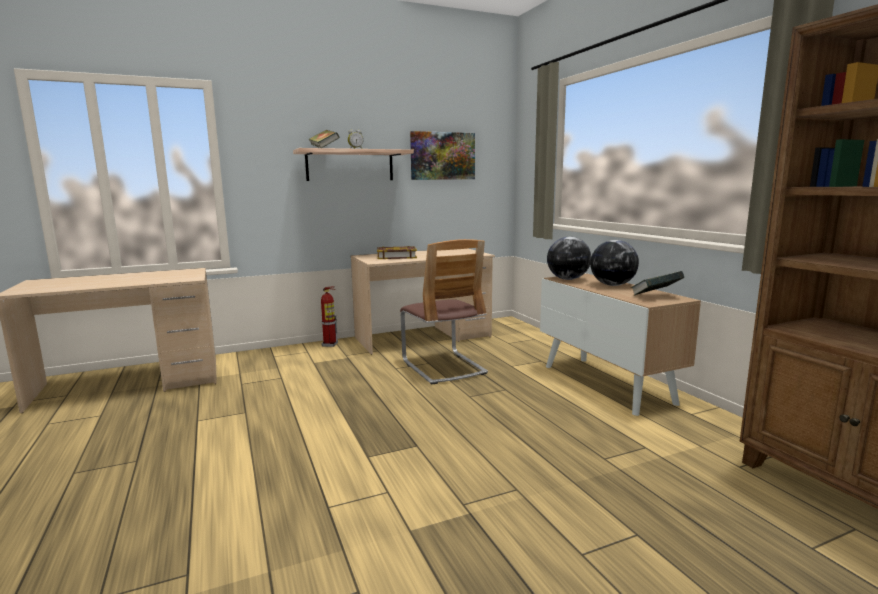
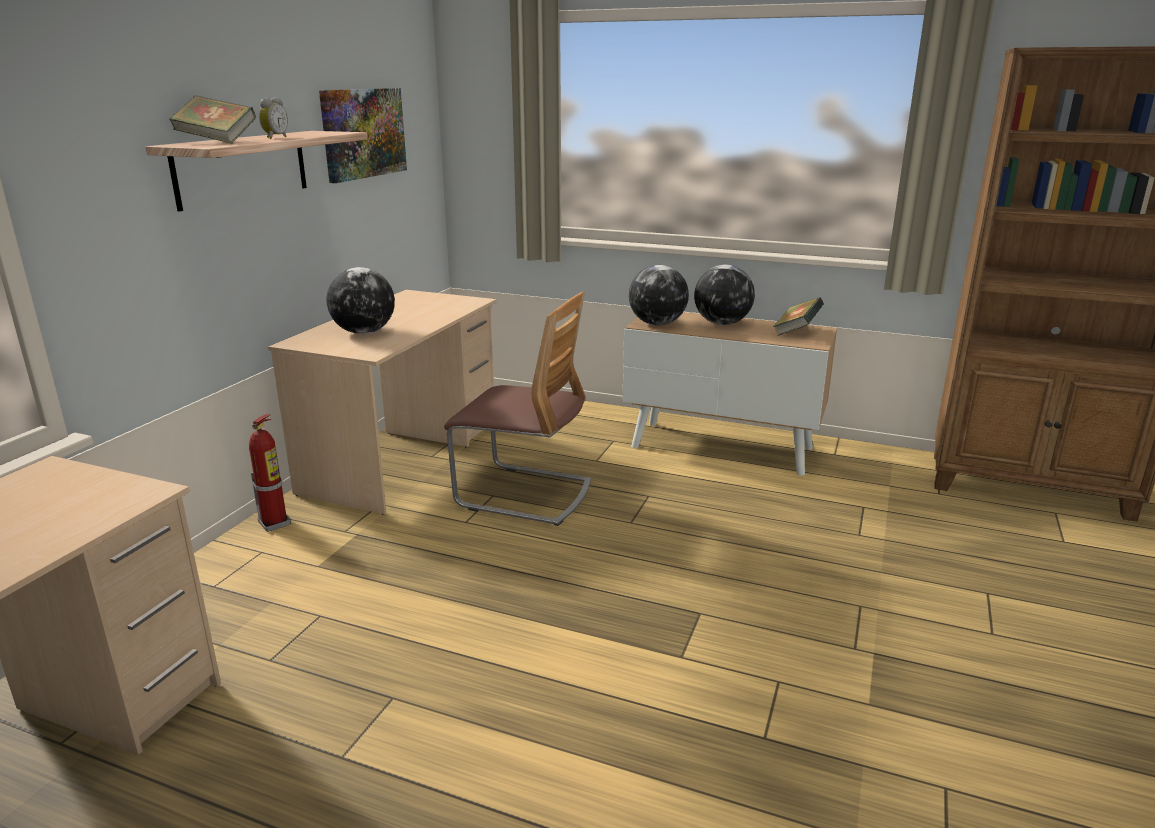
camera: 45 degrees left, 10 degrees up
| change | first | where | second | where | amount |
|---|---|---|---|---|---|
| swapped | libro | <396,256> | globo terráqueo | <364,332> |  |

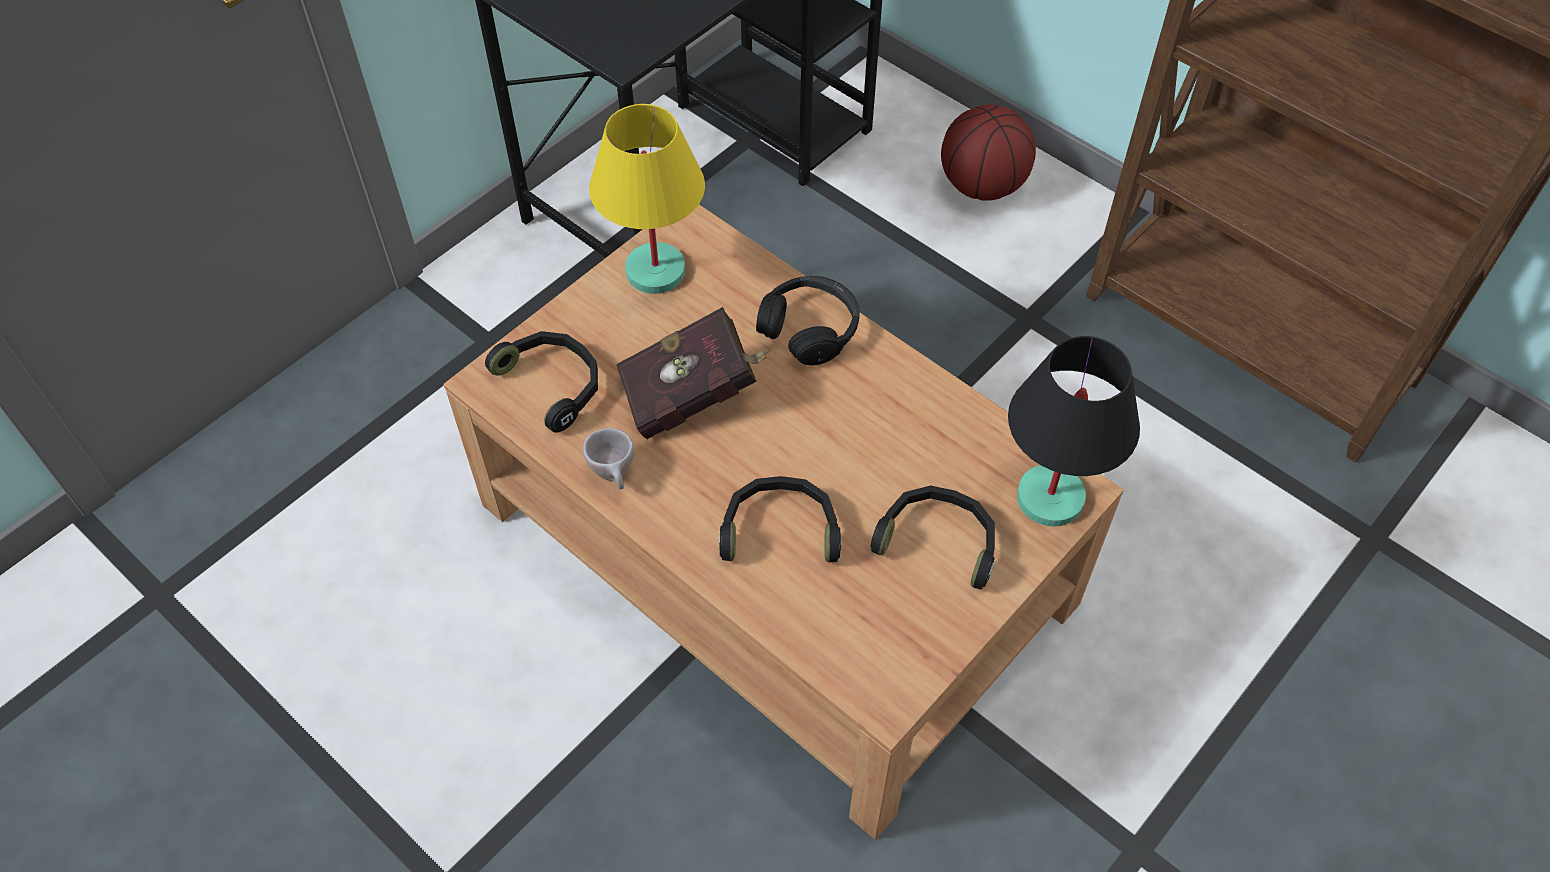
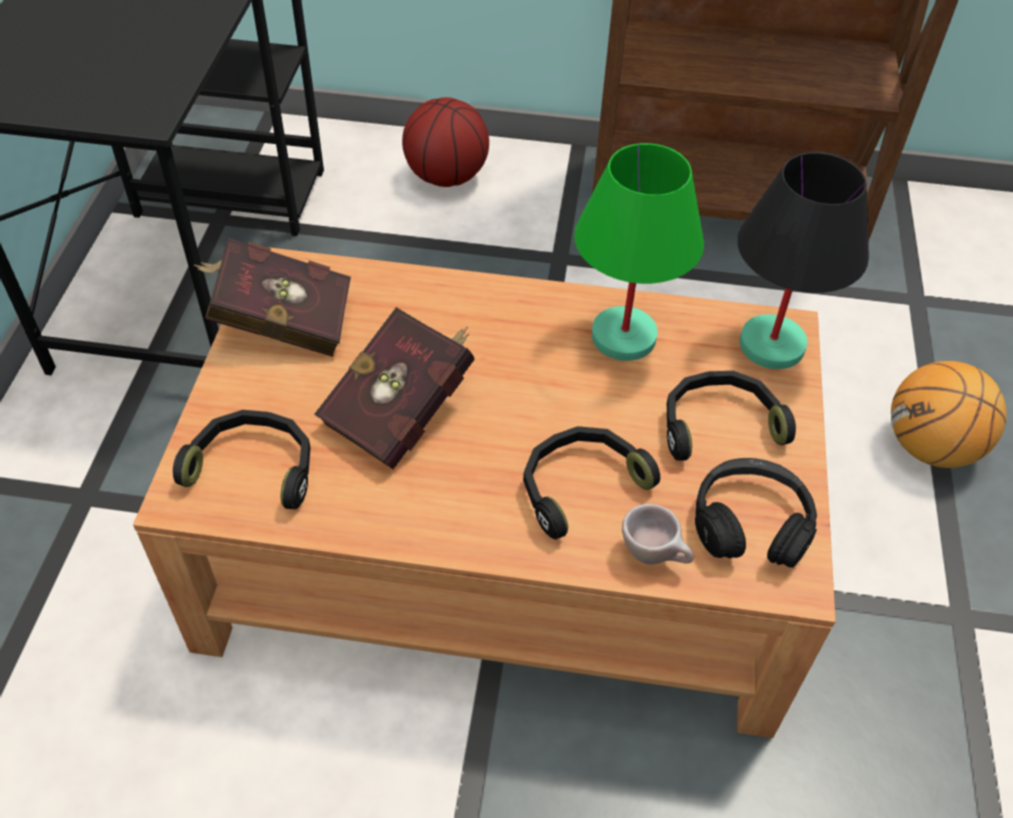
camera: 35 degrees left, 5 degrees down
| change | first | where | second | where | amount |
|---|---|---|---|---|---|
| swapped | lámpara de mesa [amarillo] | <655,272> | libro [rojo] | <279,321> |  |
| new |  |  | lámpara de mesa [verde] | <622,337> |  |
| shifted | taza [beis] | <615,475> |  | <655,555> |  |
| shifted | auriculares [negro] | <810,329> |  | <750,523> |  |
| new |  |  | balón de baloncesto | <930,447> |  |

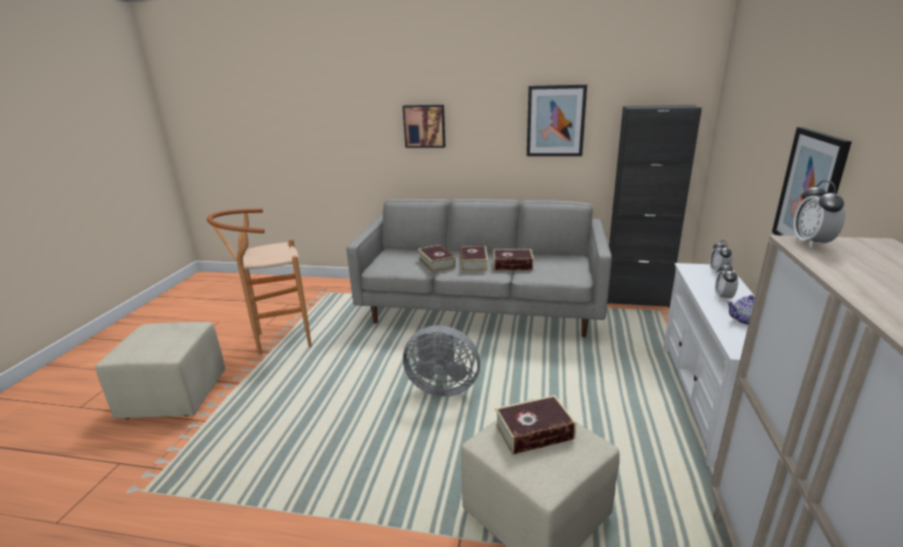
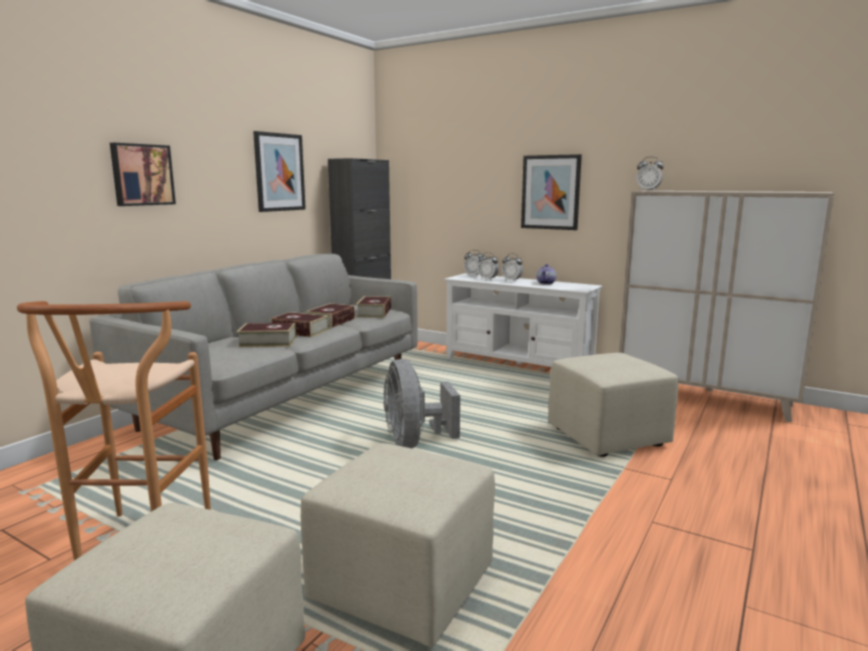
camera: 70 degrees left, 10 degrees down
| change | first | where | second | where | amount |
|---|---|---|---|---|---|
| new |  |  | puf [beis] | <400,586> |  |
| shifted | libro | <534,432> |  | <374,312> |  |
| rotated | ventilador [gris] | <441,387> |  | <414,442> | 135 degrees clockwise |
| new |  |  | despertador | <488,279> |  |

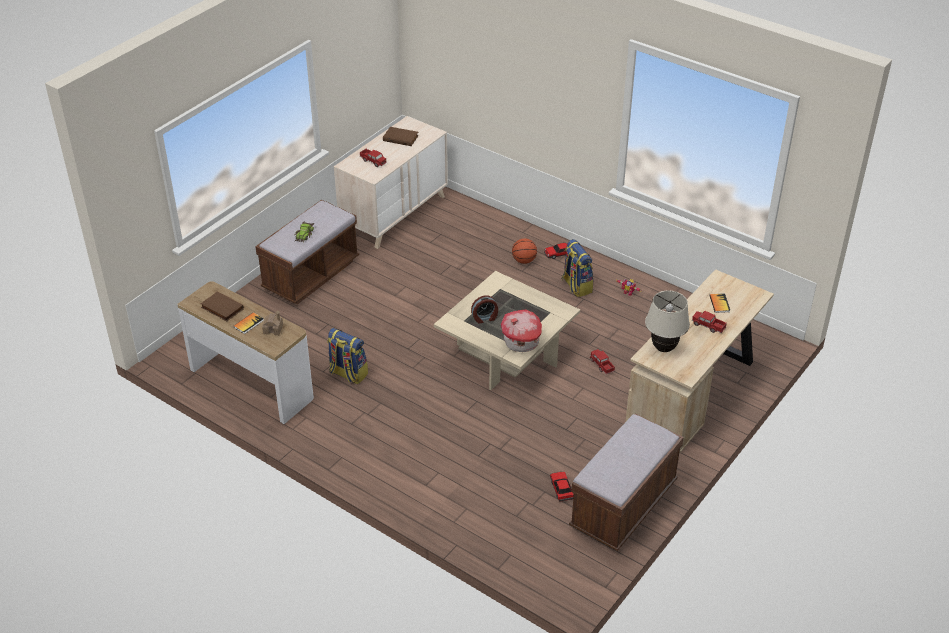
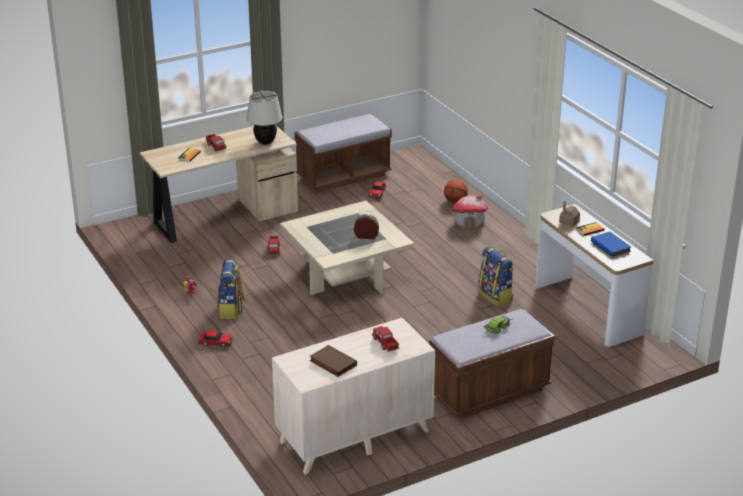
camera: 155 degrees left, 10 degrees down
| change | first | where | second | where | amount |
|---|---|---|---|---|---|
| shifted | balón de baloncesto | <524,261> |  | <455,201> |  |
| shifted | casita | <521,343> |  | <469,222> |  |
| repainted | libro [marrón] | <221,308> | libro [azul] | <611,246> |  |

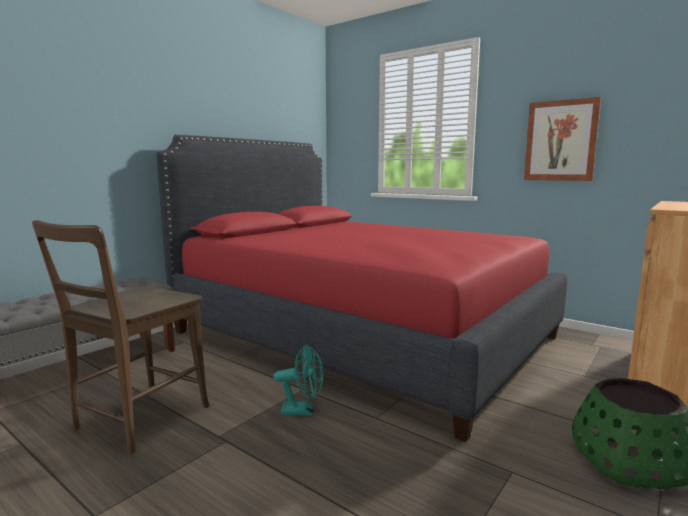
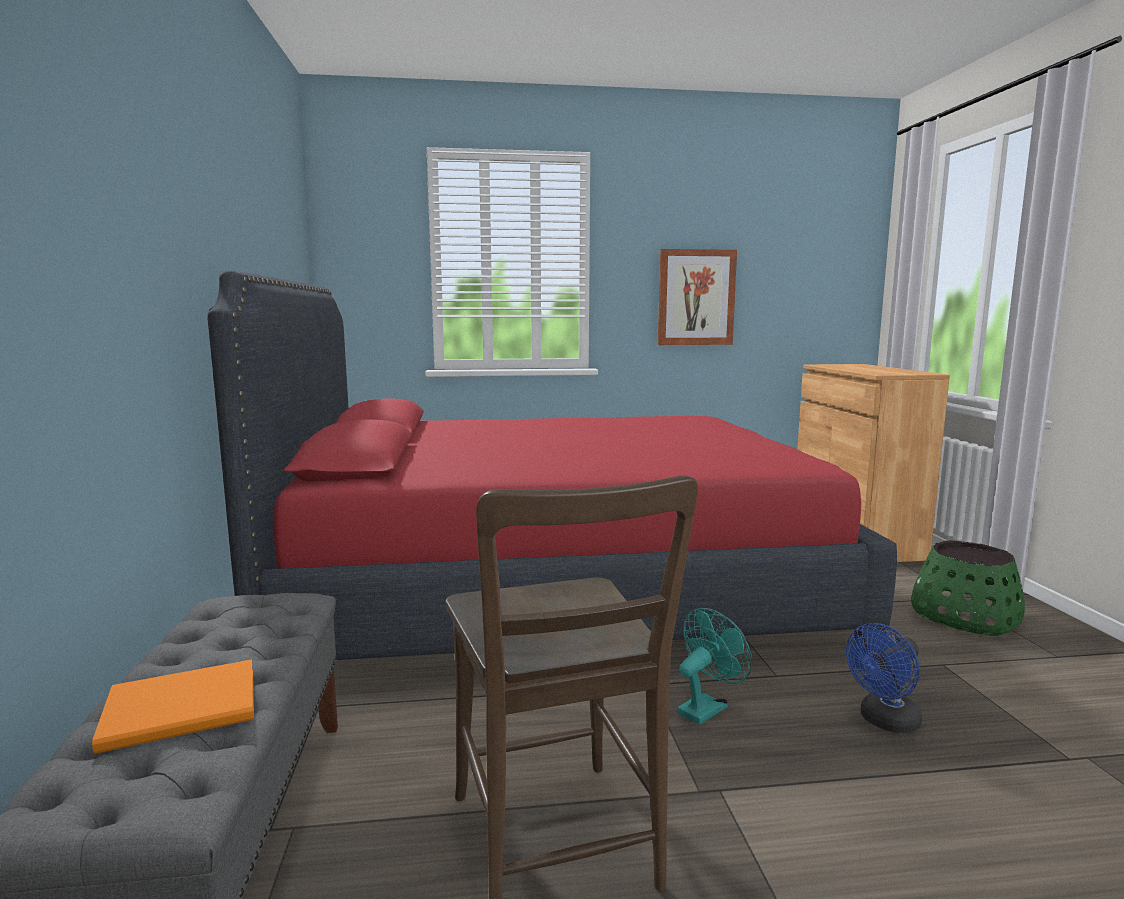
camera: 45 degrees left, 0 degrees up
| change | first | where | second | where | amount |
|---|---|---|---|---|---|
| new |  |  | libro [naranja] | <186,709> |  |
| new |  |  | ventilador [azul] | <885,722> |  |

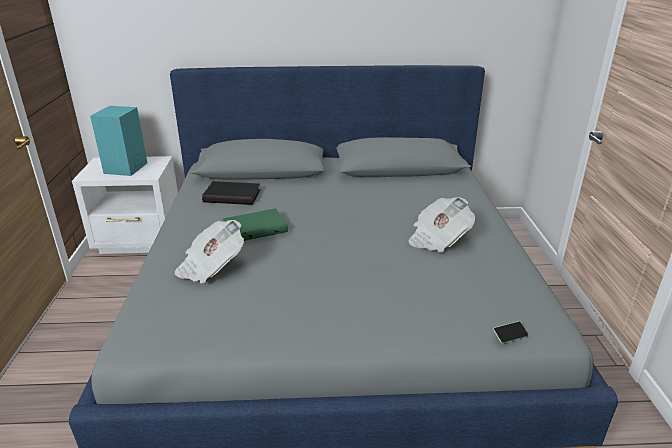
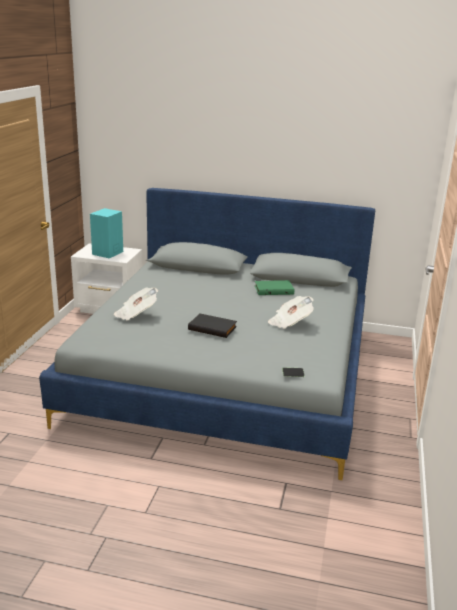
camera: 15 degrees right, 5 degrees down
| change | first | where | second | where | amount |
|---|---|---|---|---|---|
| shifted | libro [negro] | <233,195> |  | <213,328> |  |
| shifted | libro [verde] | <255,228> |  | <274,290> |  |

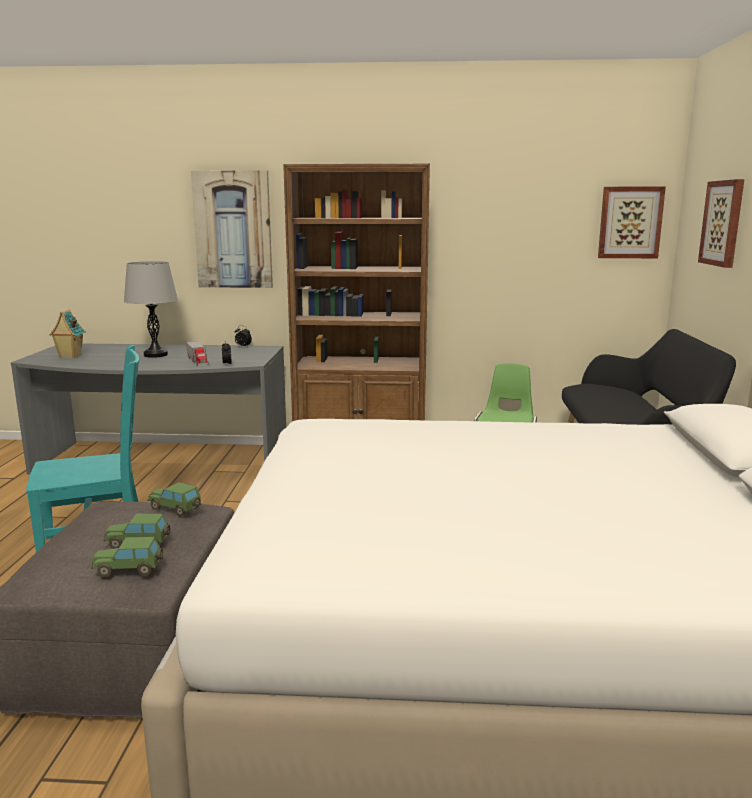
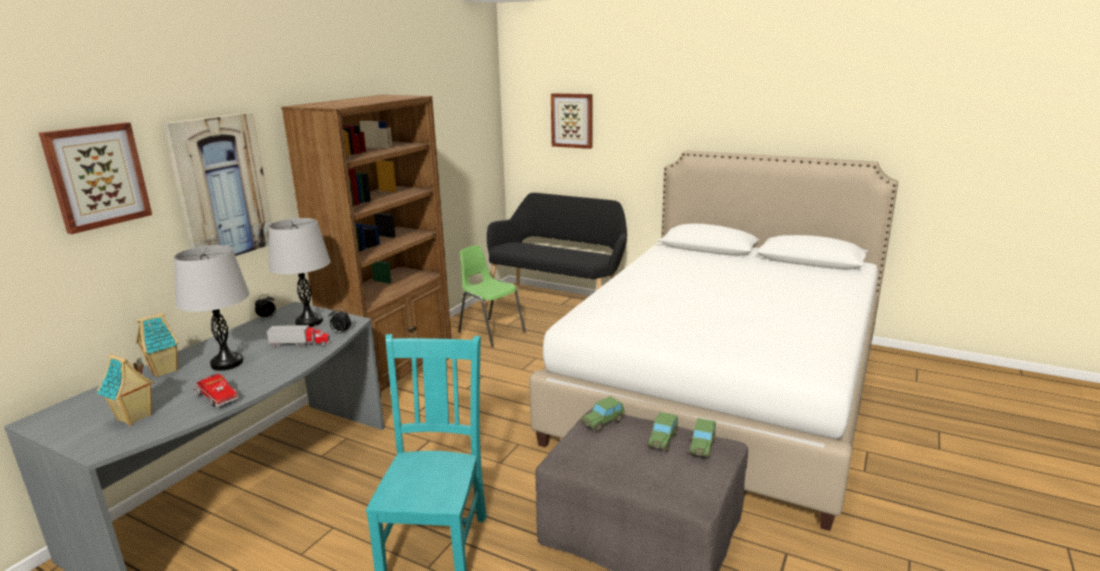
camera: 65 degrees left, 5 degrees up
| change | first | where | second | where | amount |
|---|---|---|---|---|---|
| shifted | cuadro | <630,222> |  | <97,176> |  |
| new |  |  | casita | <165,370> |  |
| new |  |  | camión de juguete | <216,397> |  |
| new |  |  | lámpara de mesa [gris] | <309,322> |  |

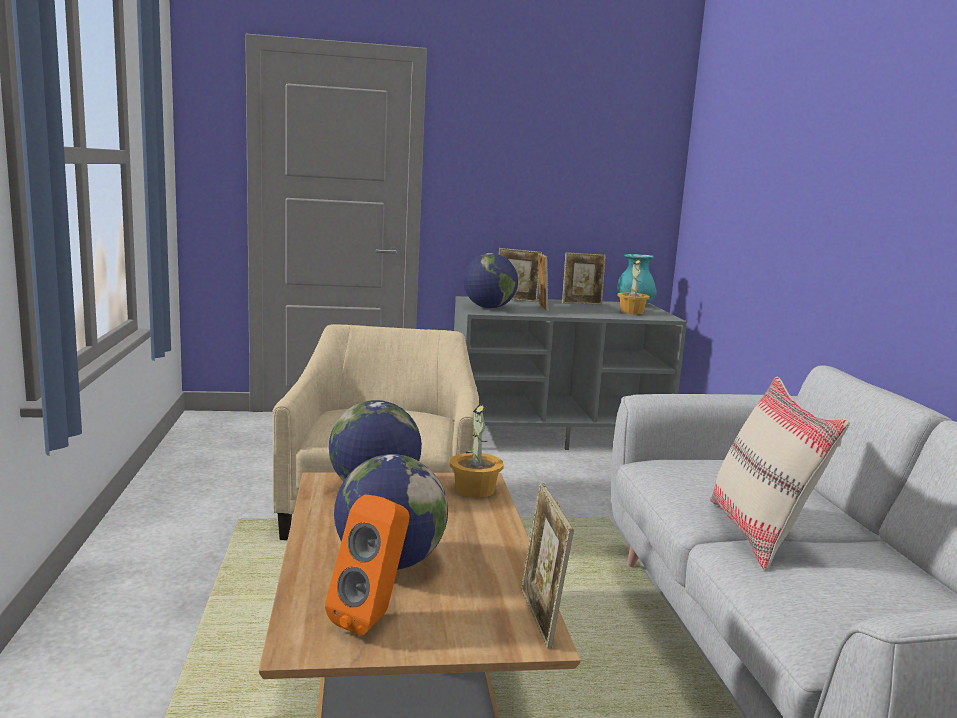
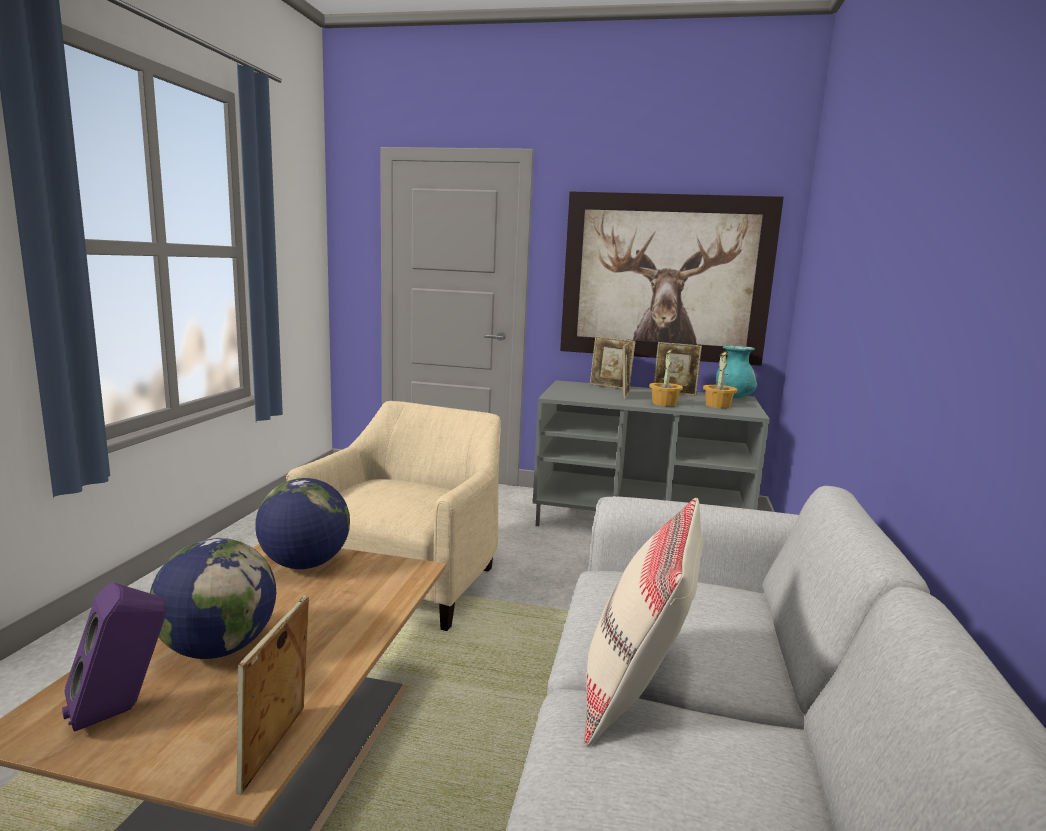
camera: 20 degrees right, 0 degrees up
| change | first | where | second | where | amount |
|---|---|---|---|---|---|
| repainted | altavoz [naranja] | <372,619> | altavoz [morado] | <121,711> |  |
| new |  |  | cuadro | <665,278> |  |
| shifted | planta en maceta | <475,490> |  | <664,403> |  |
| gone | globo terráqueo | <489,308> |  |  |  |

